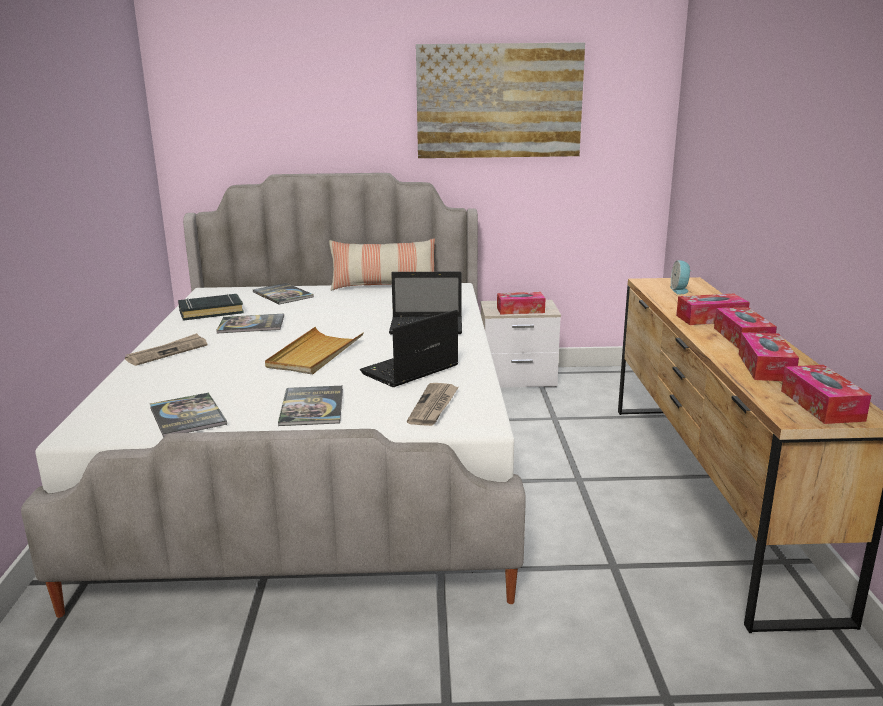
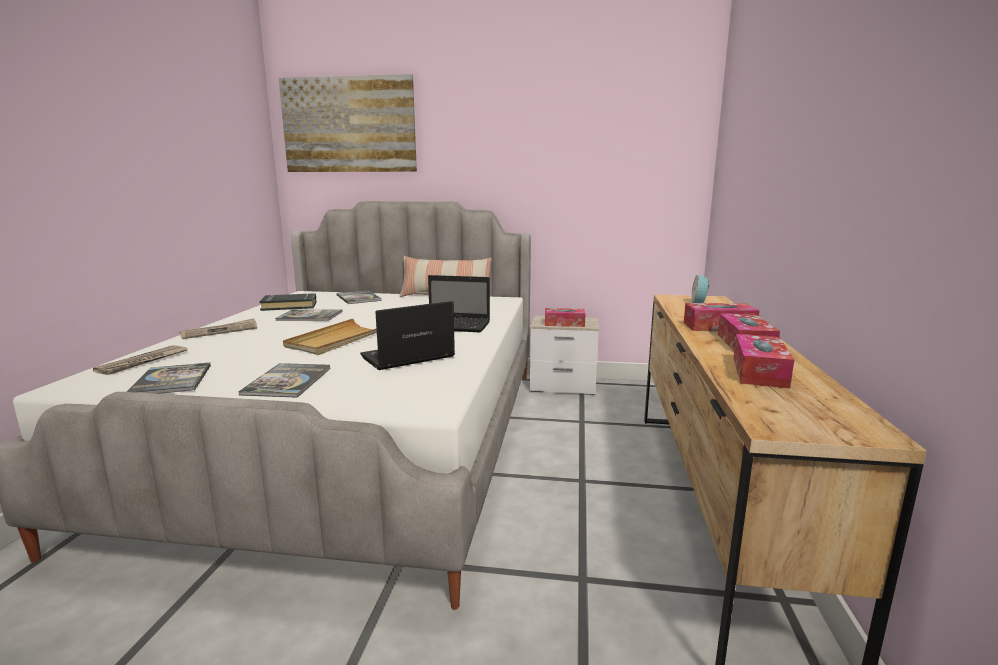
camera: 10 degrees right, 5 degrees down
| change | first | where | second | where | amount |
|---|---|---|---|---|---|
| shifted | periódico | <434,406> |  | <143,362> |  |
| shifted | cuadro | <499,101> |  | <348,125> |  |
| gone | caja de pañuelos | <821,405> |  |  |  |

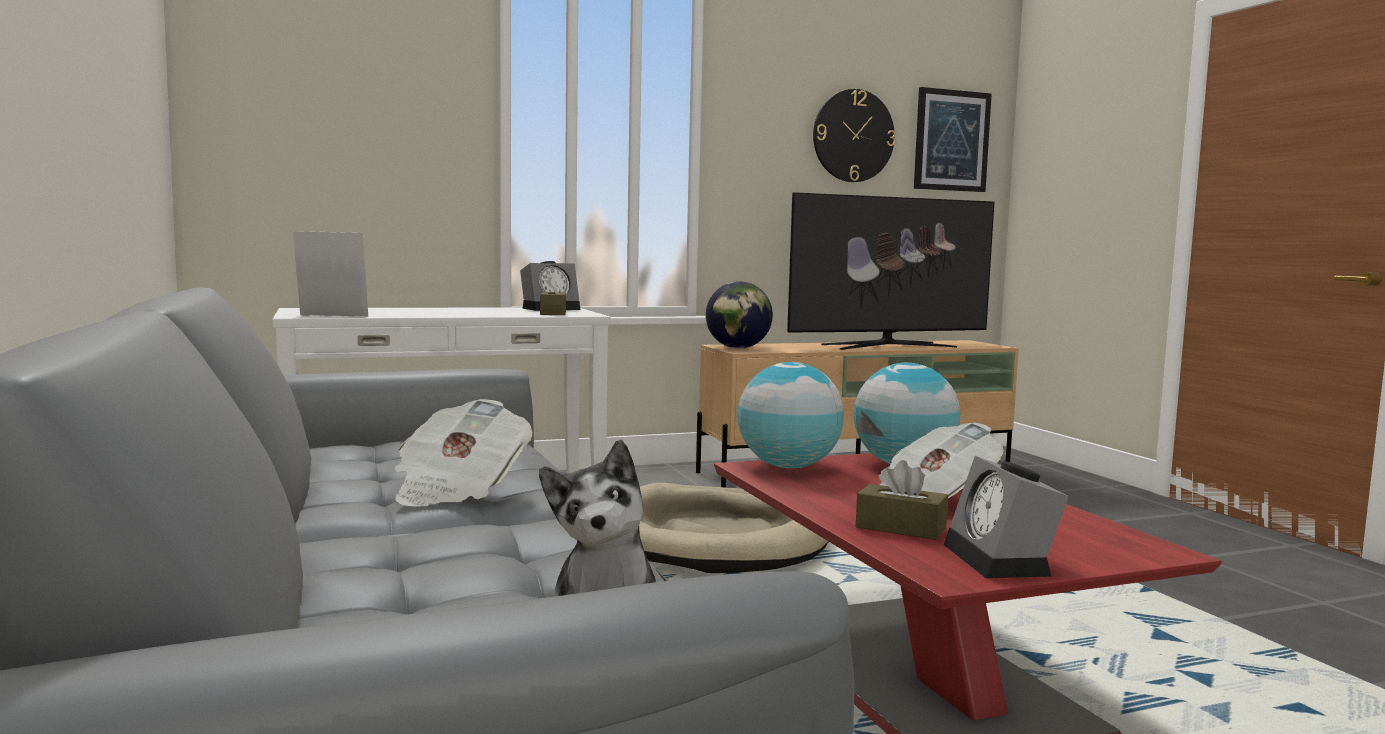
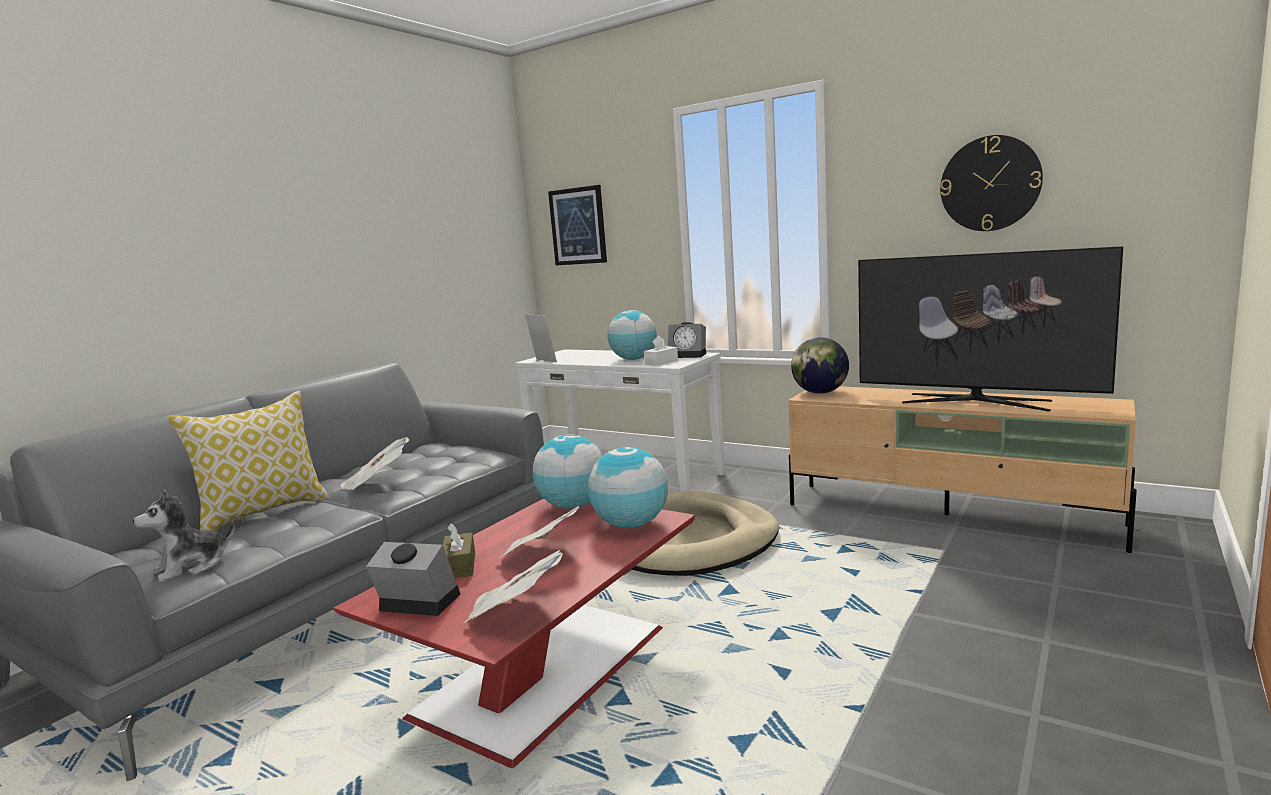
camera: 55 degrees right, 5 degrees up
| change | first | where | second | where | amount |
|---|---|---|---|---|---|
| new |  |  | cojín | <264,512> |  |
| rotated | despertador | <1002,560> |  | <415,604> | 60 degrees clockwise |
| new |  |  | periódico | <516,611> |  |
| shifted | cuadro | <951,140> |  | <578,226> |  |
| new |  |  | globo terráqueo | <633,359> |  |
| repainted | caja de pañuelos [marrón] | <553,313> | caja de pañuelos [blanco] | <661,362> |  |

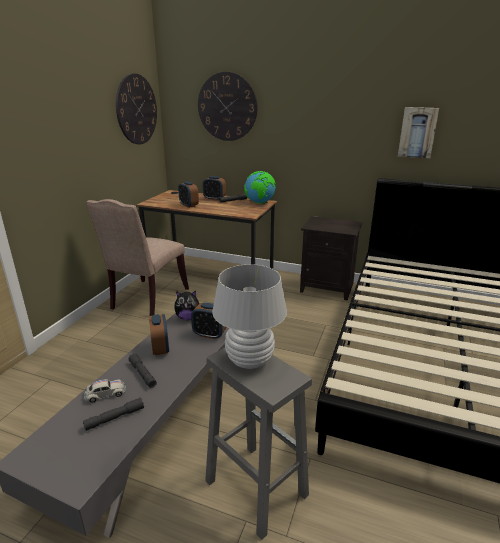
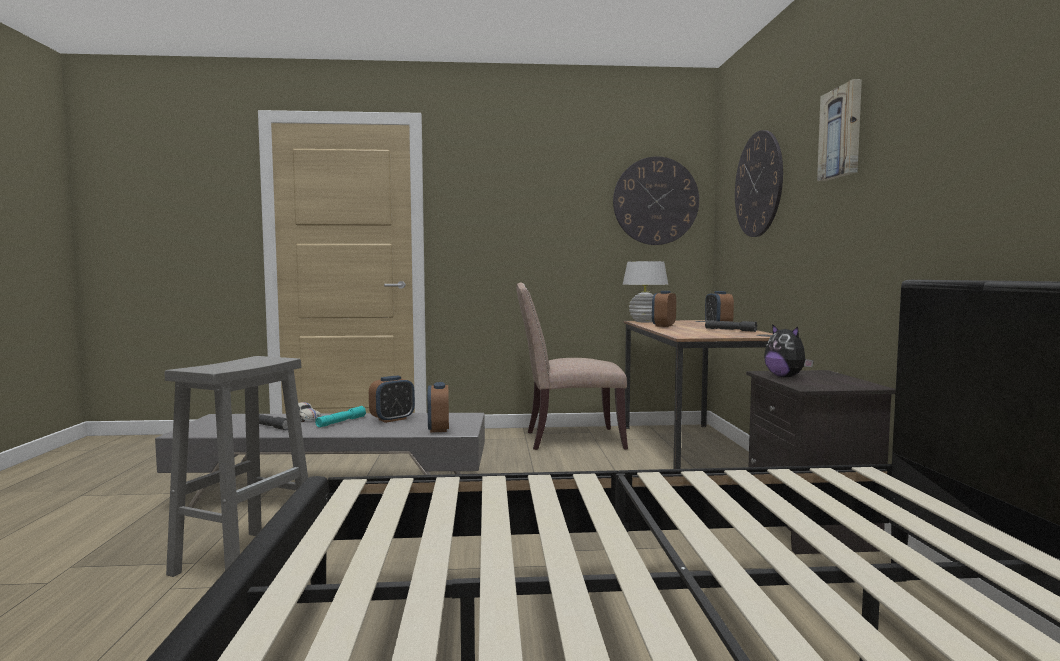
camera: 65 degrees right, 20 degrees down
| change | first | where | second | where | amount |
|---|---|---|---|---|---|
| repainted | linterna [gris] | <143,374> | linterna [turquesa] | <341,422> |  |
| shifted | lámpara de mesa [blanco] | <250,361> |  | <644,321> |  |
| shifted | peluche | <188,318> |  | <785,377> |  |
| shifted | cuadro | <417,132> |  | <842,132> |  |
| gone | globo terráqueo | <260,203> |  |  |  |

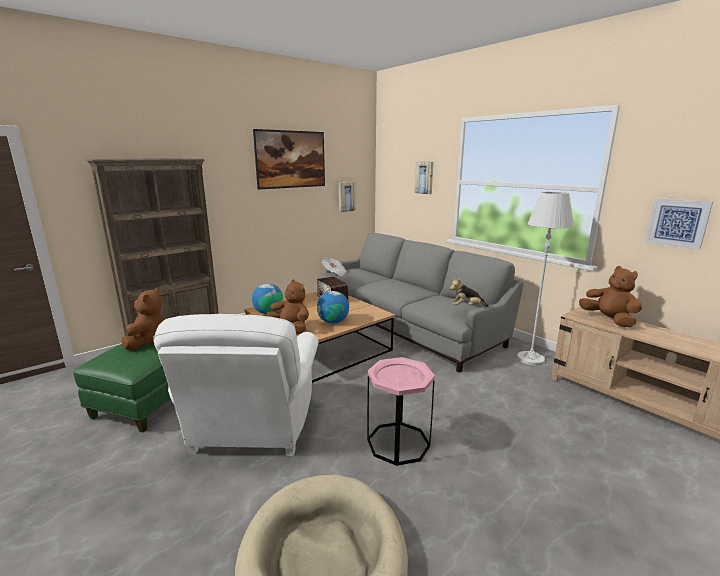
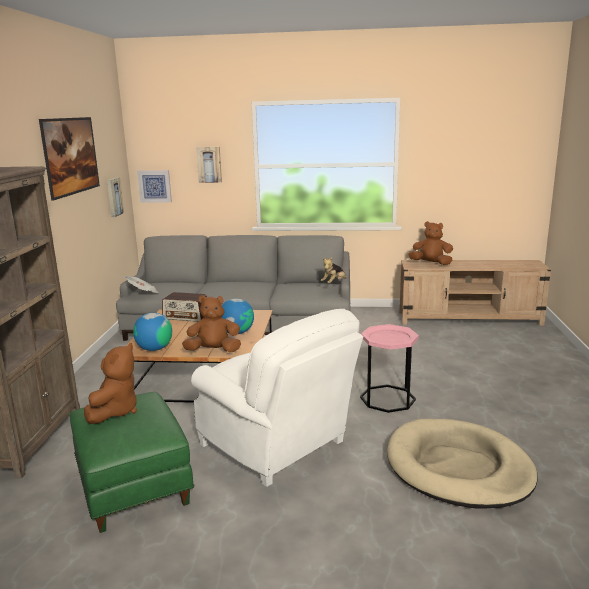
camera: 45 degrees left, 0 degrees up
| change | first | where | second | where | amount |
|---|---|---|---|---|---|
| rotated | peluche [marrón] | <147,341> |  | <115,411> | 60 degrees clockwise |
| shifted | cuadro | <677,223> |  | <154,186> |  |
| gone | lámpara de pie [blanco] | <530,359> |  |  |  |

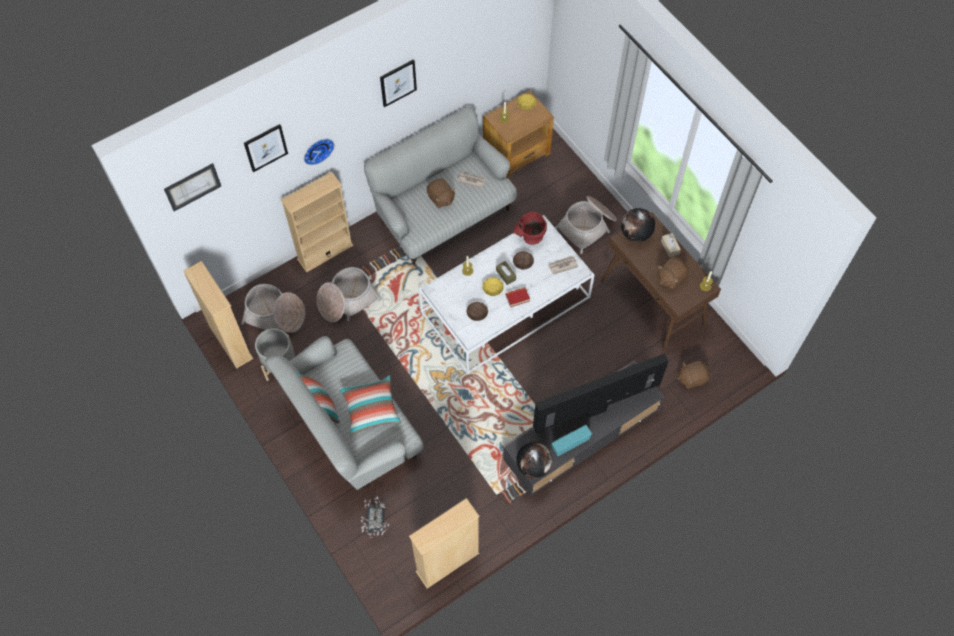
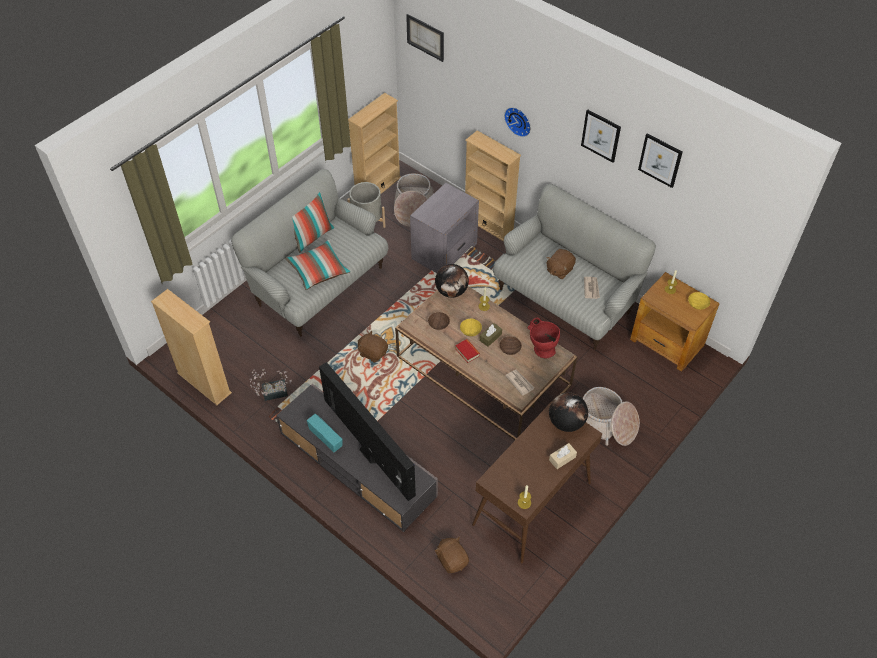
camera: 75 degrees right, 10 degrees down
| change | first | where | second | where | amount |
|---|---|---|---|---|---|
| shifted | planta en maceta | <375,524> |  | <272,392> |  |
| shifted | peluche [marrón] | <670,277> |  | <373,352> |  |
| repainted | mesa de centro [blanco] | <505,304> | mesa de centro [marrón] | <484,371> |  |
| swapped | cesta | <347,300> | mesa auxiliar [gris] | <445,251> |  |
| shifted | globo terráqueo | <533,466> |  | <451,291> |  |
| shifted | cuadro | <265,147> |  | <660,160> |  |

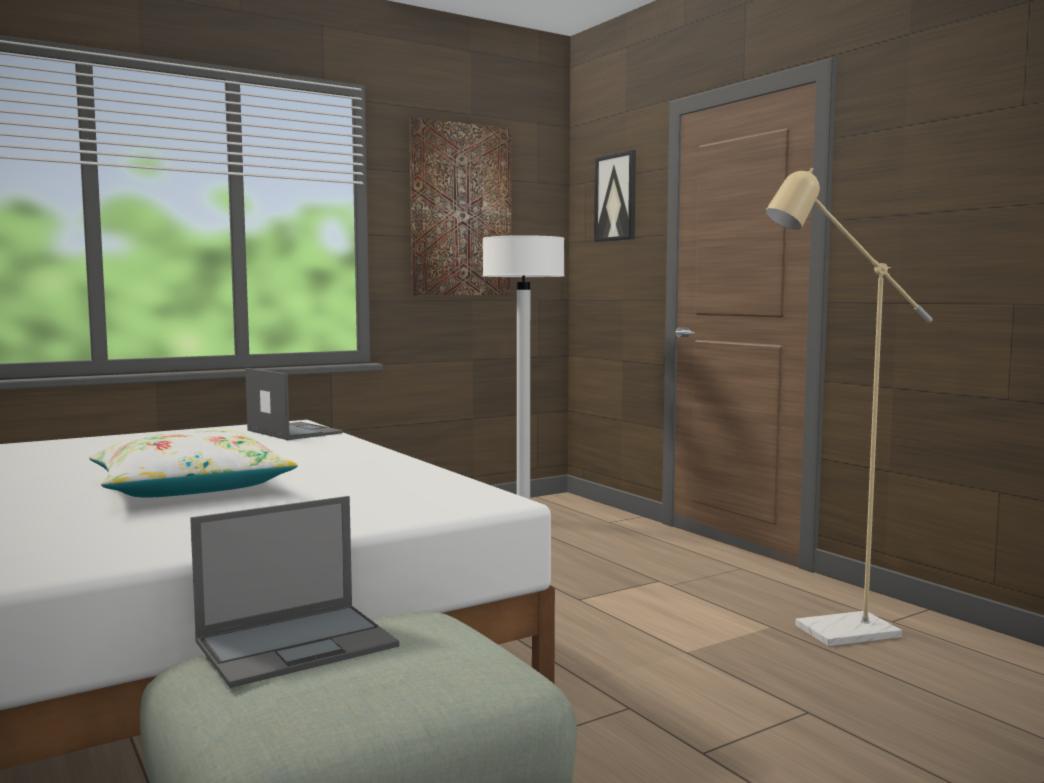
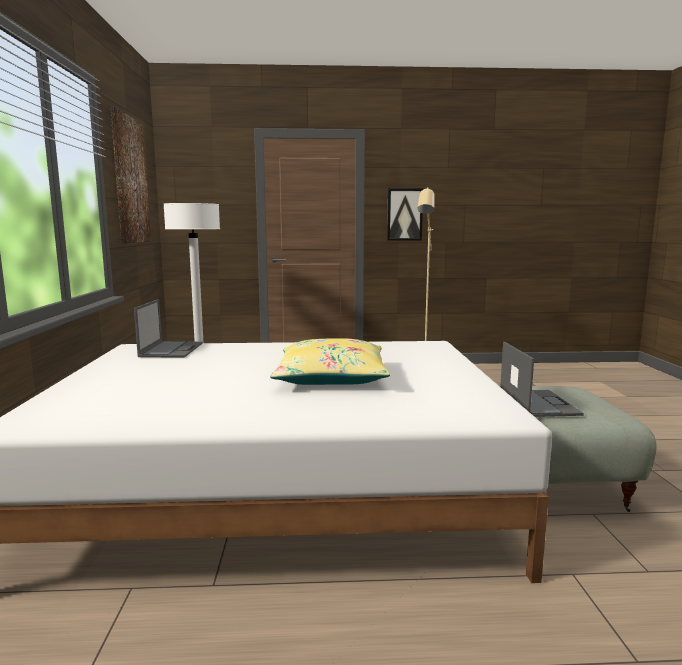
camera: 60 degrees left, 5 degrees up
| change | first | where | second | where | amount |
|---|---|---|---|---|---|
| rotated | portátil | <293,431> |  | <171,349> | 105 degrees clockwise |
| repainted | cojín [blanco] | <191,488> | cojín [amarillo] | <331,377> |  |
| shifted | cuadro | <616,197> |  | <404,214> |  |

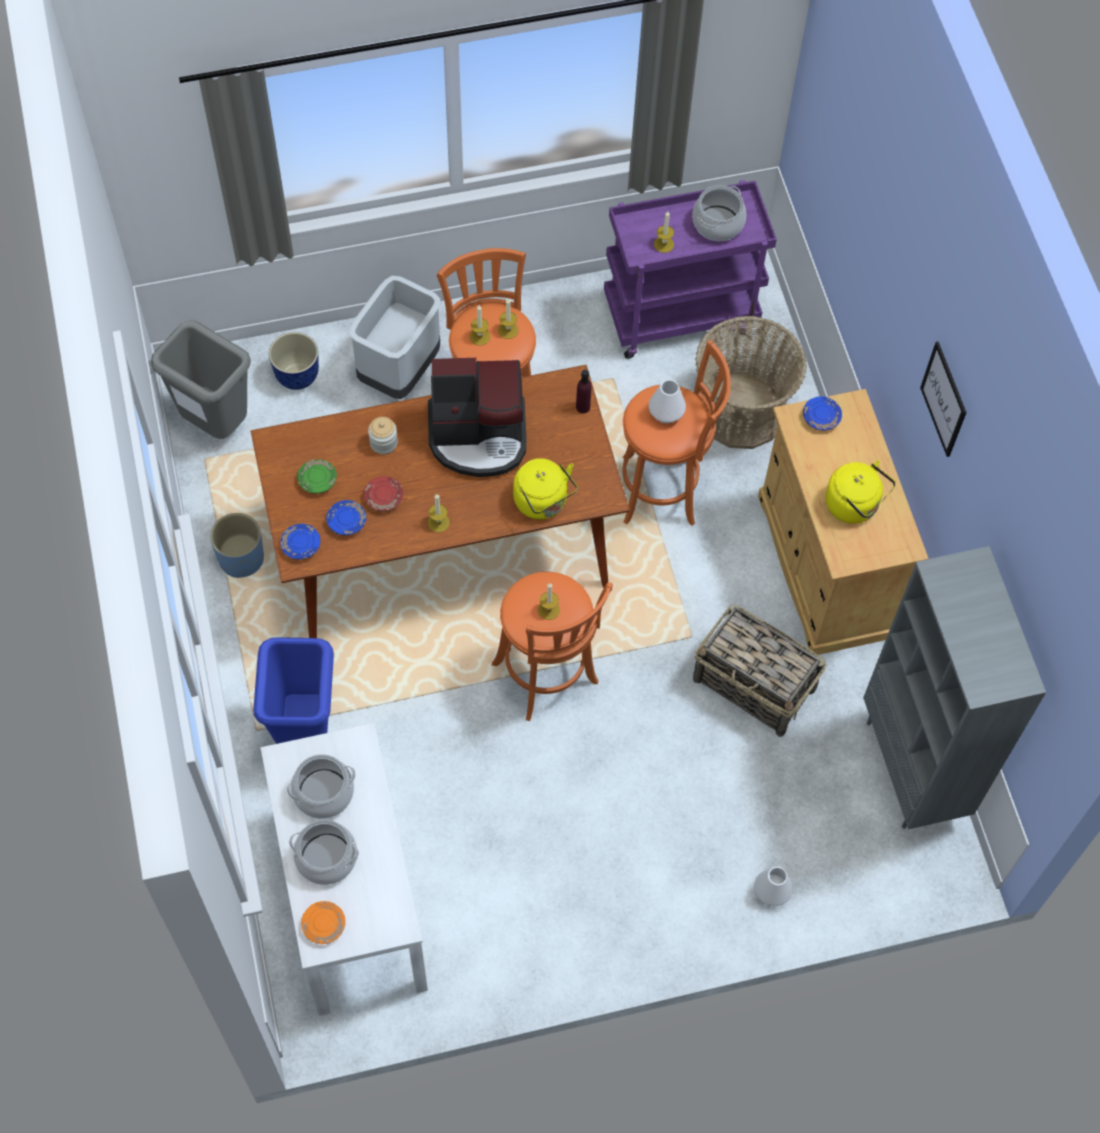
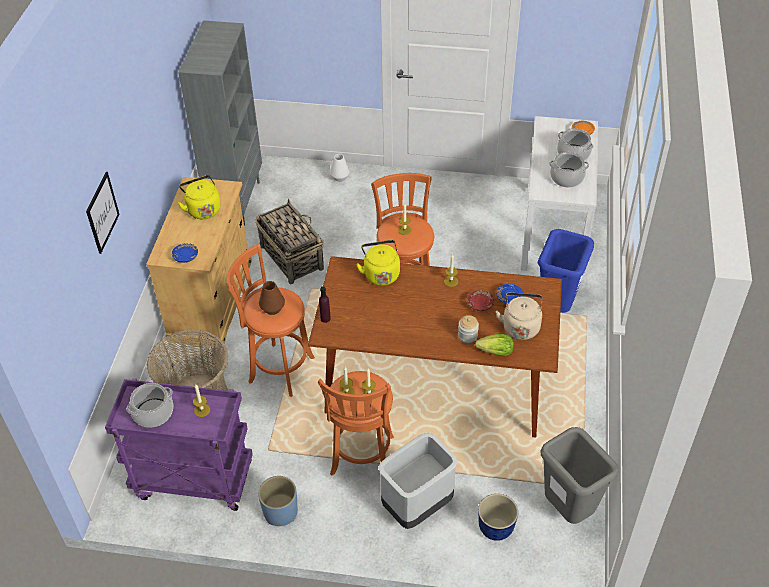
camera: 155 degrees left, 15 degrees down
| change | first | where | second | where | amount |
|---|---|---|---|---|---|
| shifted | cuadro | <944,399> |  | <102,212> |  |
| shifted | maceta [azul] | <241,558> |  | <280,512> |  |
| repainted | florero [blanco] | <666,413> | florero [marrón] | <272,308> |  |
| new |  |  | lechuga | <496,352> |  |
| swapped | plato [verde] | <317,480> | hervidor [beis] | <520,326> |  |
| gone | plato [azul] | <301,545> |  |  |  |
| gone | cafetera | <479,436> |  |  |  |

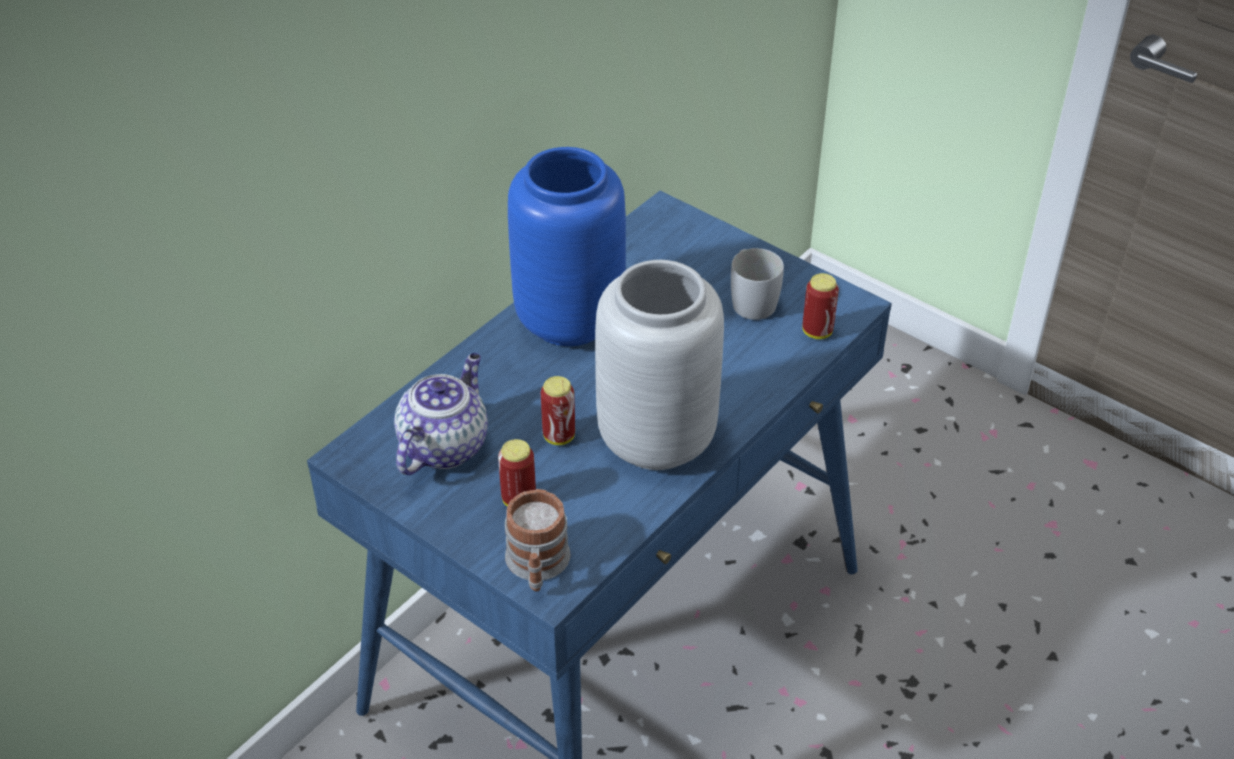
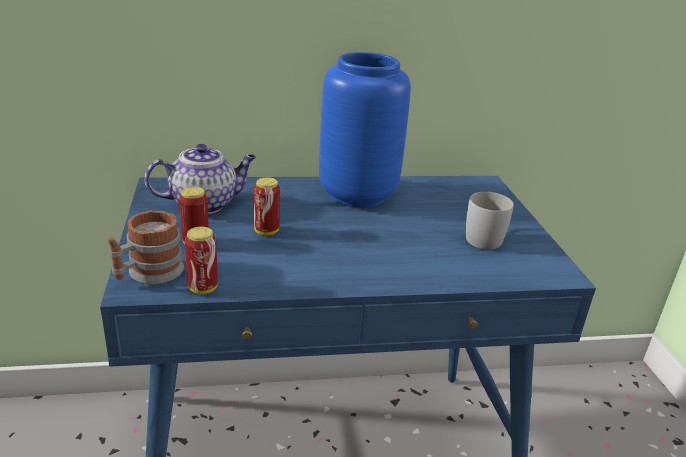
camera: 40 degrees right, 15 degrees down
| change | first | where | second | where | amount |
|---|---|---|---|---|---|
| shifted | lata | <817,332> |  | <203,288> |  |
| gone | florero [gris] | <659,439> |  |  |  |

